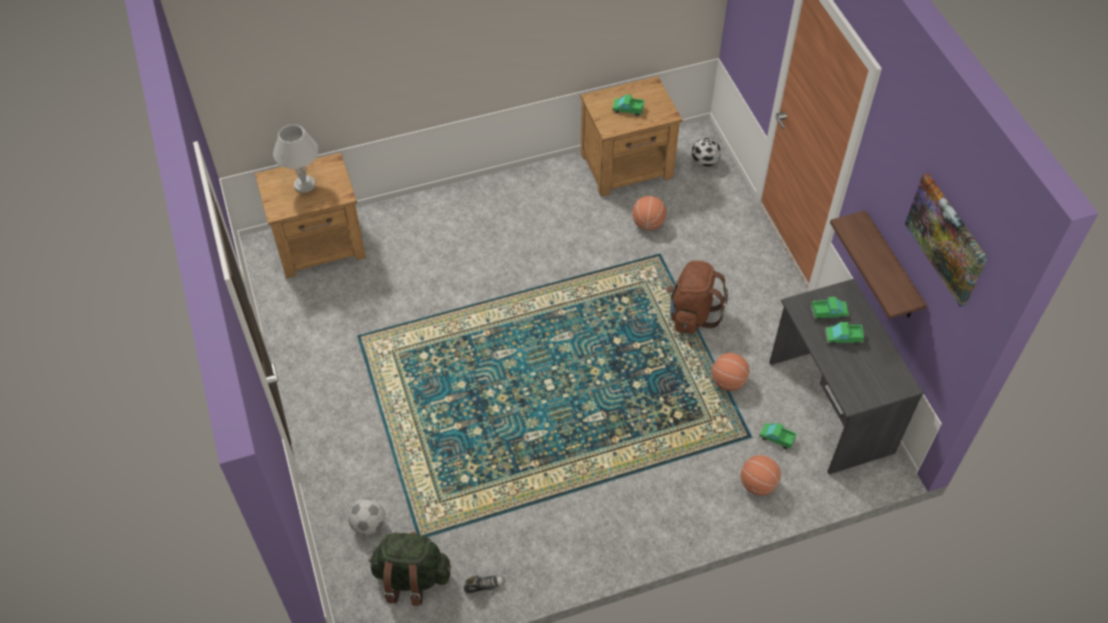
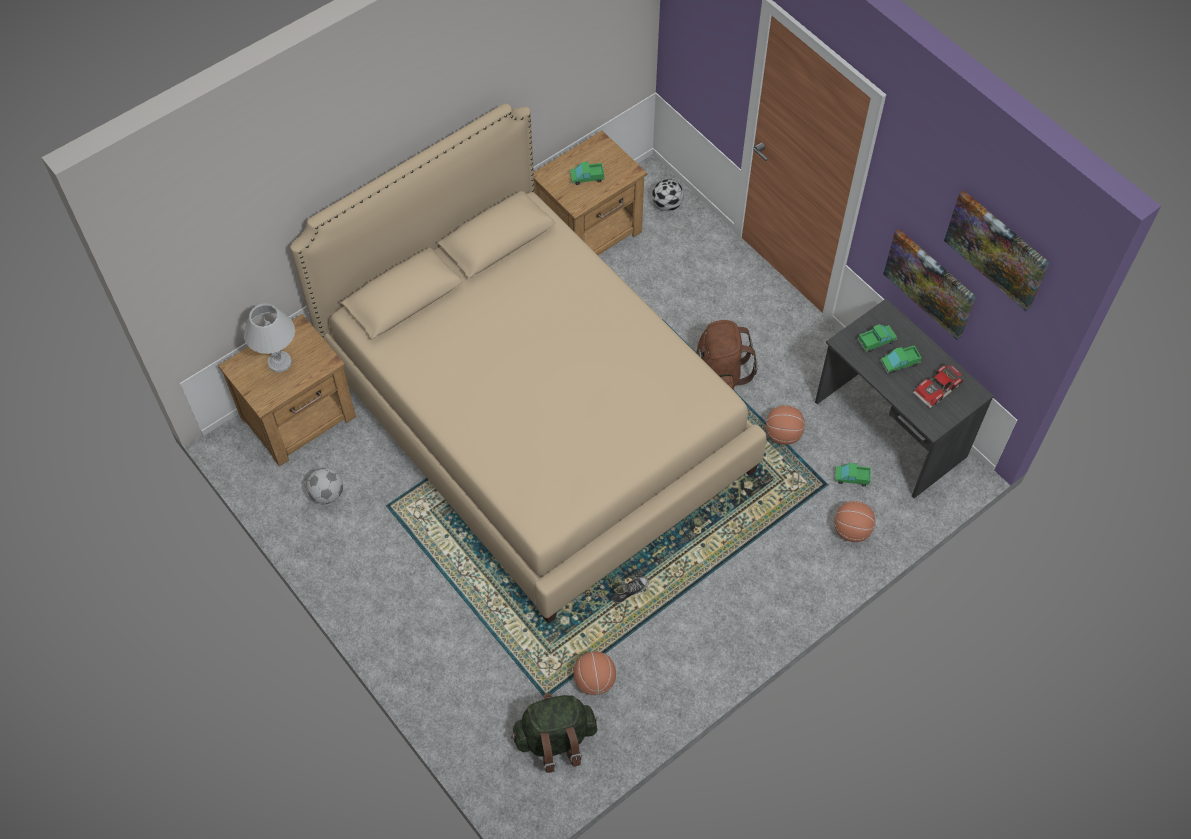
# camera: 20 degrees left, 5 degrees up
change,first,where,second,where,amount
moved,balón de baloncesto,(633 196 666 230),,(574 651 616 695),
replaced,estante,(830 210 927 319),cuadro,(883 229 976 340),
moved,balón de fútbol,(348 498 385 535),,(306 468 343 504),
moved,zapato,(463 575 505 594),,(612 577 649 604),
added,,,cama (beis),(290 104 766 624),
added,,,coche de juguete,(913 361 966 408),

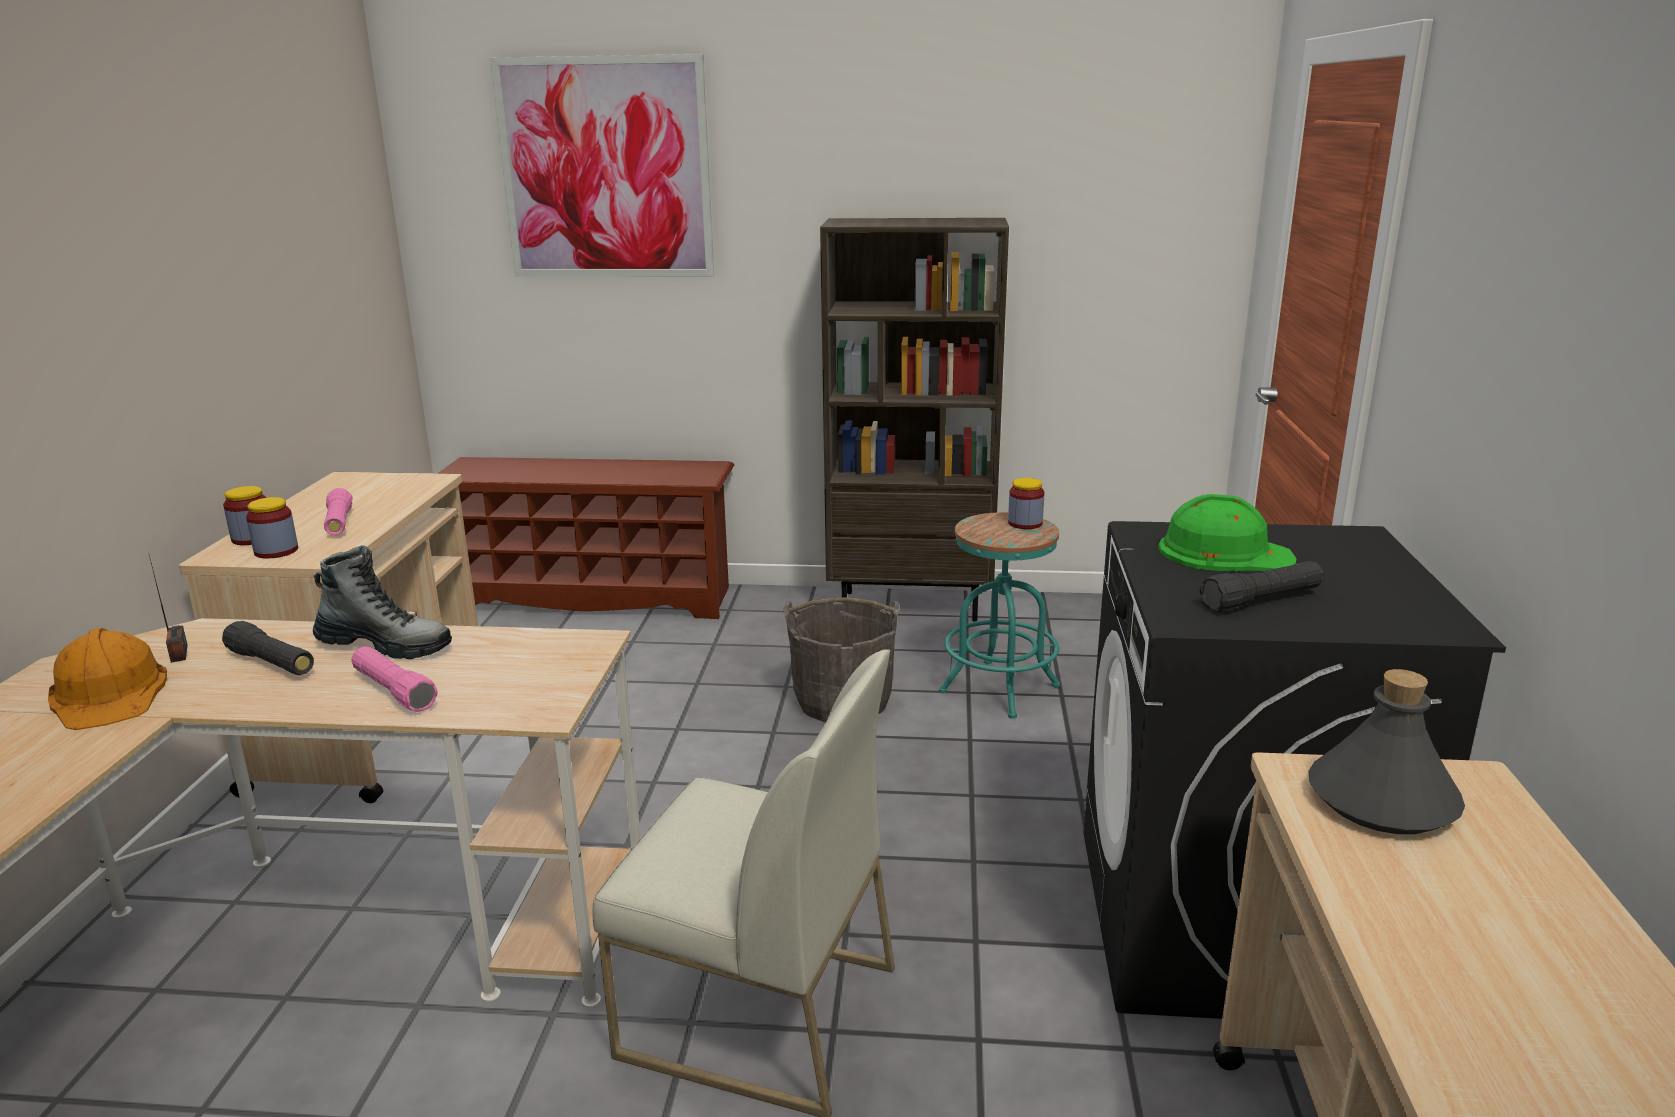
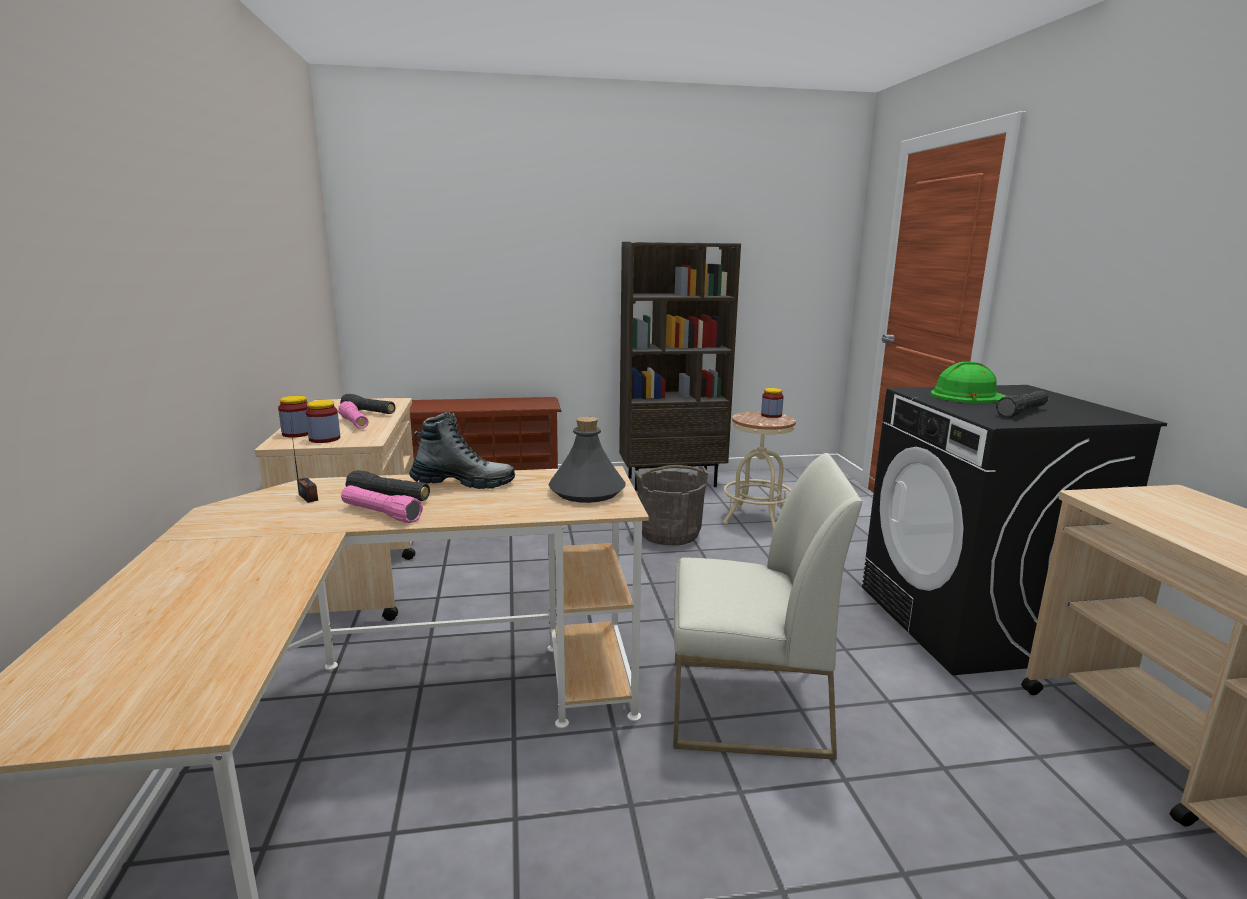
# camera: 15 degrees left, 5 degrees down
change,first,where,second,where,amount
removed,cuadro,(490 54 714 277),,,
recoloured,taburete (turquesa),(939 513 1060 719),taburete (beis),(723 411 796 533),
removed,casco (naranja),(48 628 167 730),,,
moved,linterna (rosa),(351 646 438 712),,(341 485 423 523),
moved,botella (gris),(1308 669 1465 834),,(548 417 626 503),
added,,,linterna (negro),(340 394 395 414),

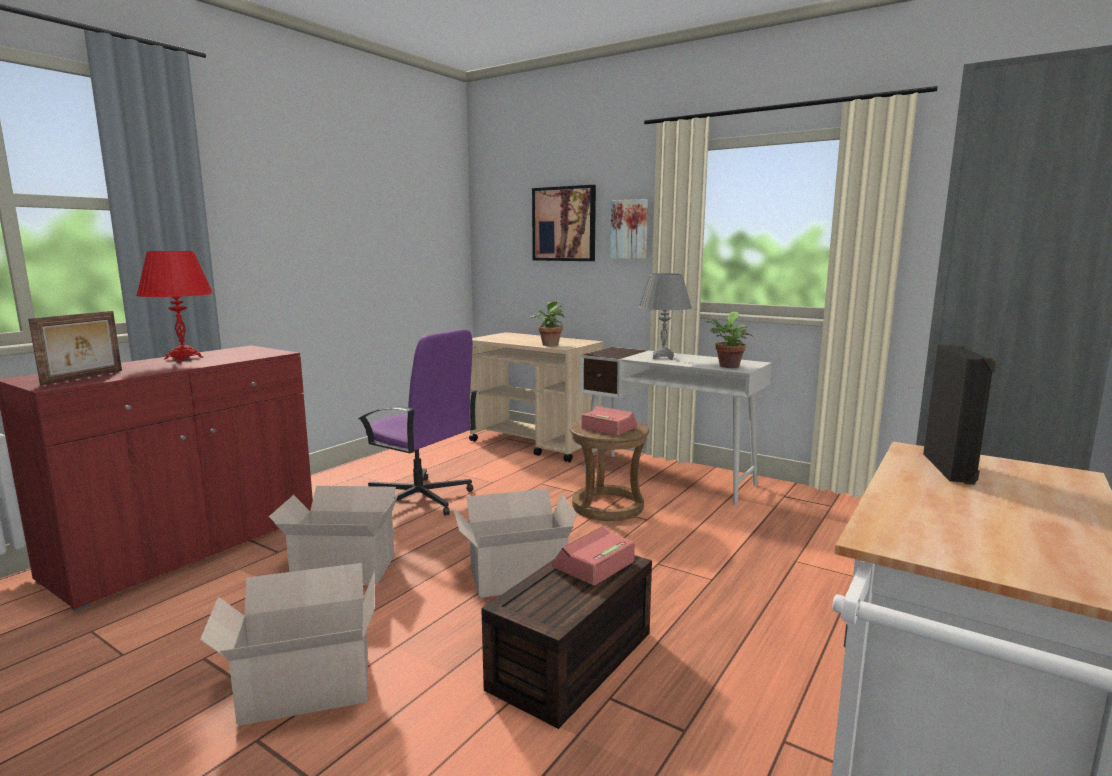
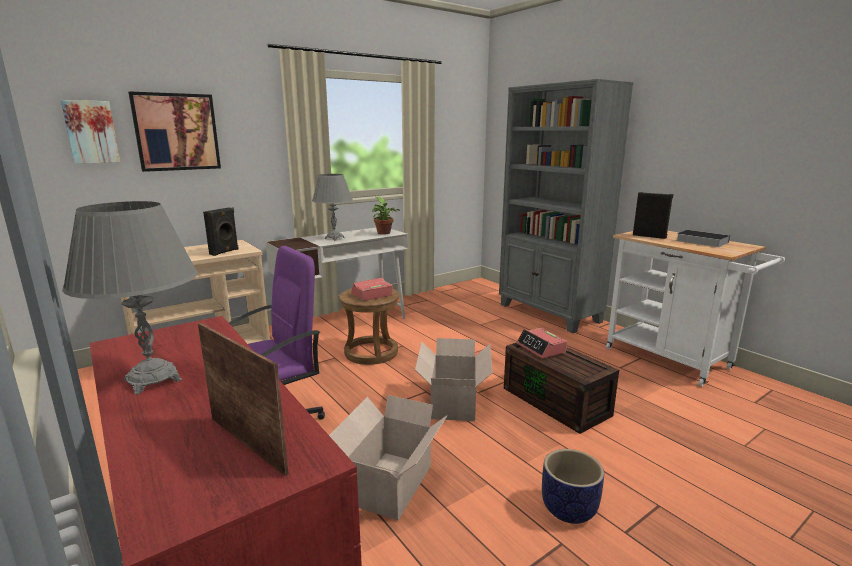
# camera: 70 degrees left, 5 degrees up
change,first,where,second,where,amount
moved,cuadro,(610 199 648 259),,(61 100 120 164),
recoloured,lámpara de mesa (rojo),(136 251 214 361),lámpara de mesa (gris),(62 201 198 395),
replaced,planta en maceta,(529 301 565 346),altavoz (negro),(203 207 239 256),
replaced,caja de cartón,(200 563 375 726),maceta,(542 449 604 524),
added,,,libro,(676 230 730 247),

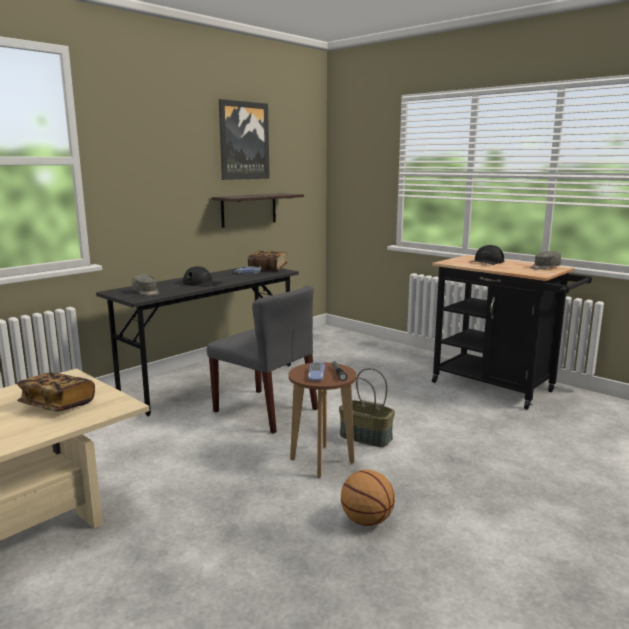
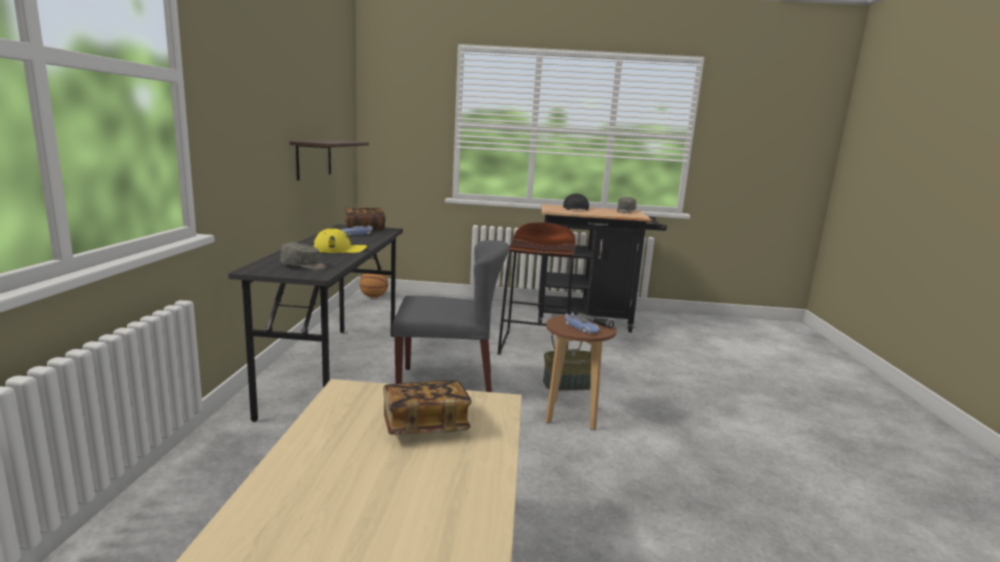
# camera: 40 degrees left, 0 degrees up
change,first,where,second,where,amount
removed,cuadro,(219 99 270 180),,,
recoloured,gorra (negro),(183 266 221 287),gorra (amarillo),(313 228 367 253),
moved,balón de baloncesto,(341 470 395 526),,(359 269 388 298),
added,,,taburete (marrón),(498 222 576 355),

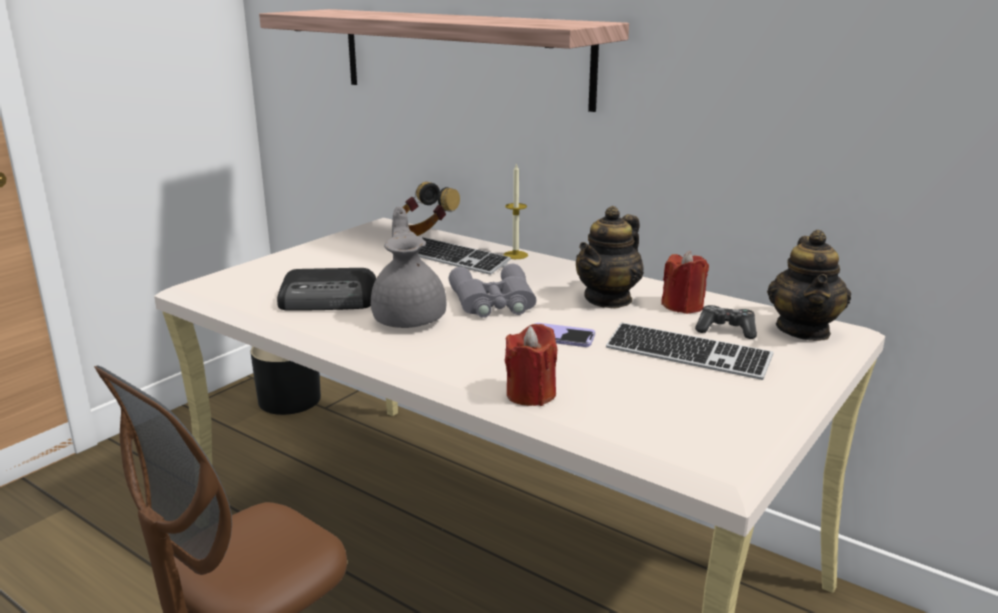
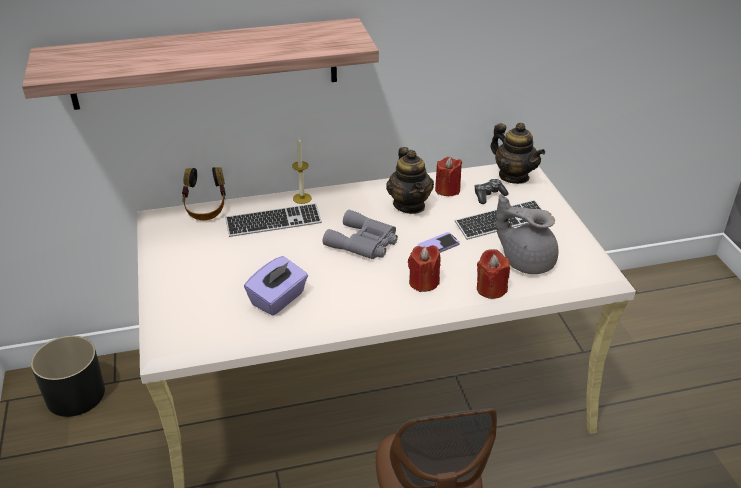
# camera: 50 degrees left, 15 degrees up
change,first,where,second,where,amount
moved,tetera (gris),(371 206 446 328),,(496 194 558 274),
replaced,radio,(277 268 376 311),caja de pañuelos (morado),(244 256 308 316),
added,,,vela (rojo),(408 245 441 292),

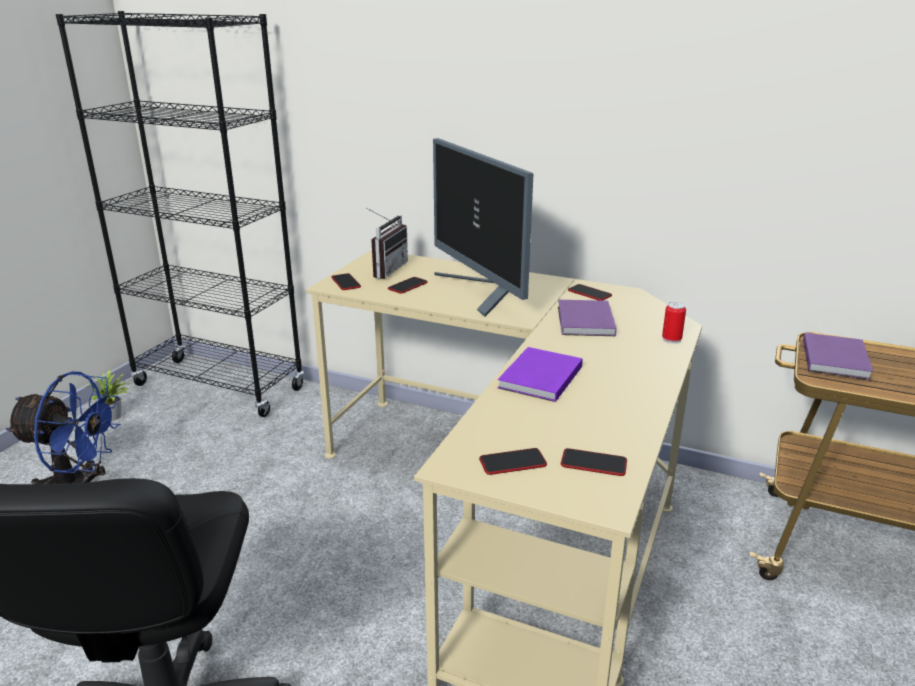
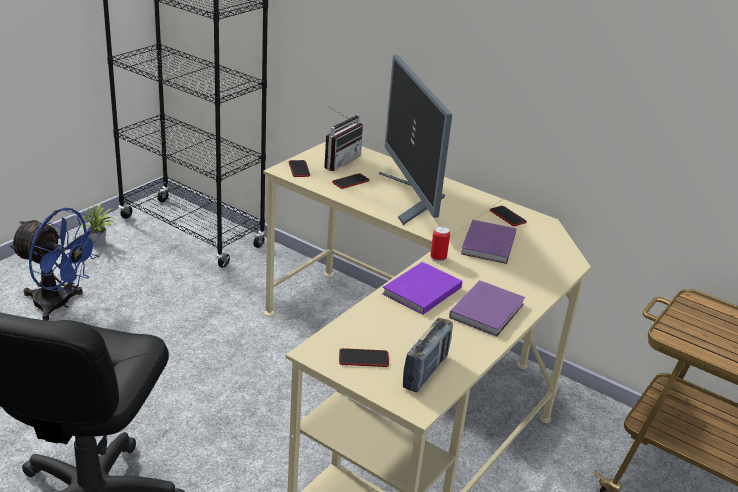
# camera: 10 degrees right, 5 degrees up
change,first,where,second,where,amount
moved,lata,(662 302 686 344),,(430 226 450 262),
moved,libro (morado),(803 333 873 380),,(449 280 525 337),
replaced,móvil,(561 448 627 476),radio,(403 318 453 393),

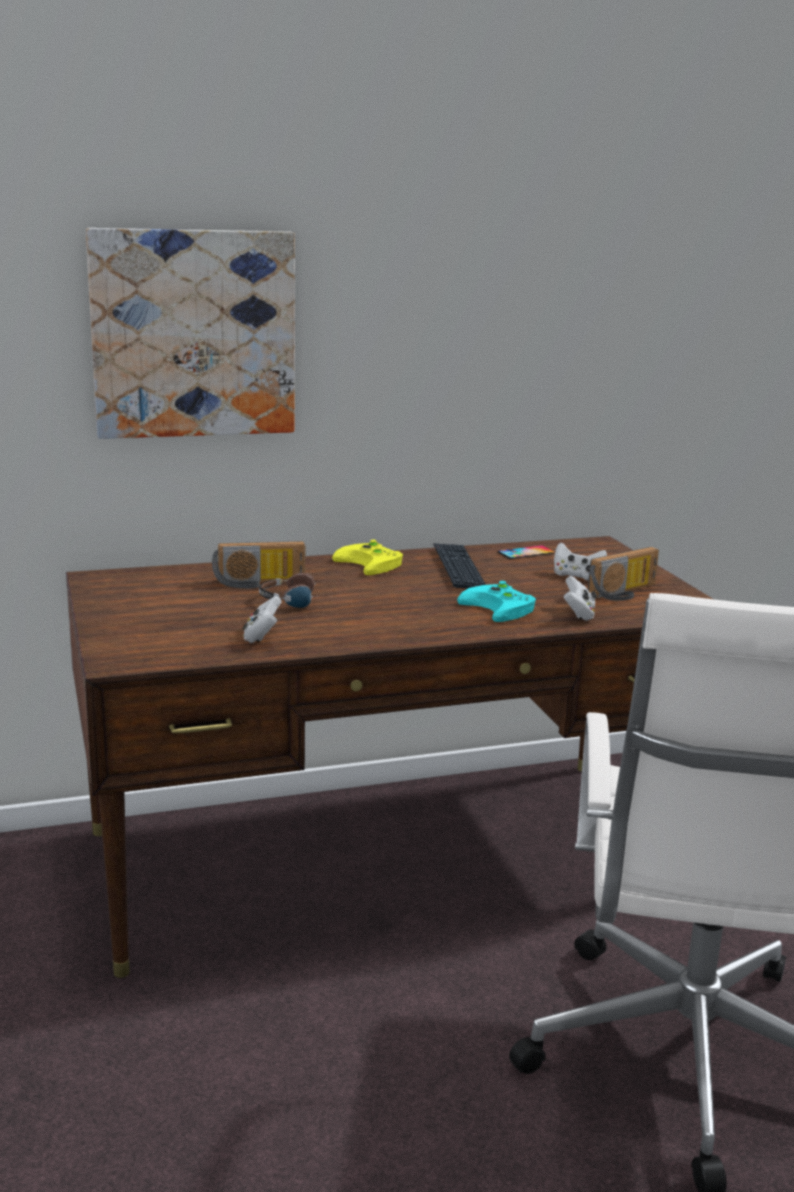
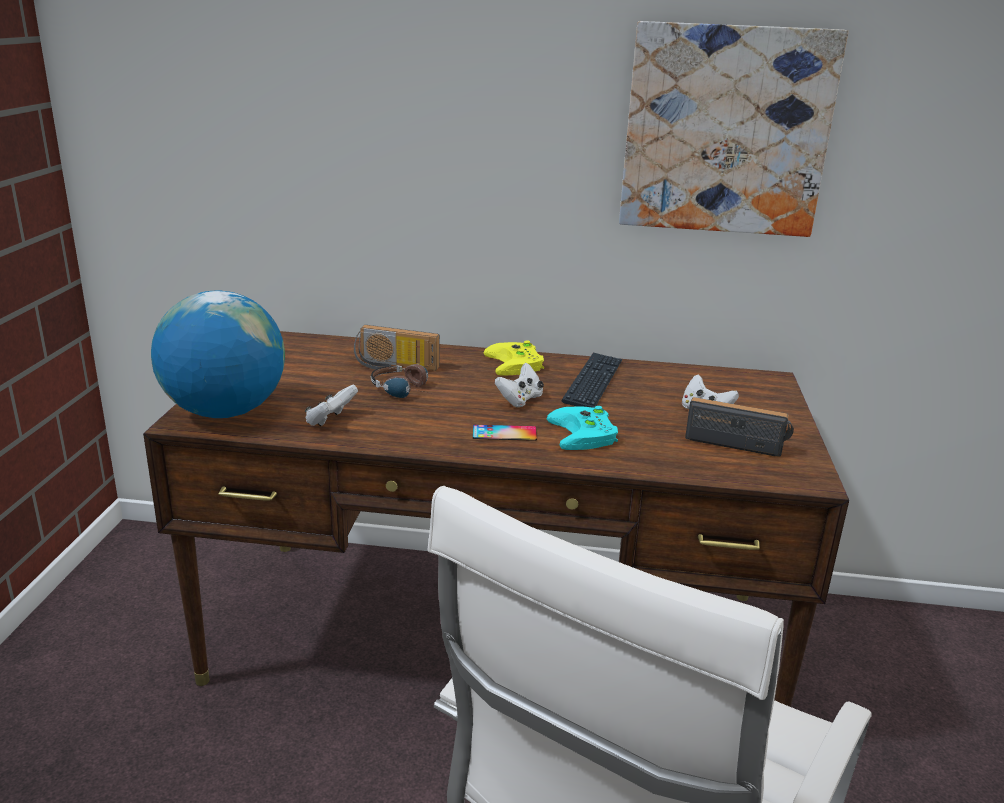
# camera: 25 degrees right, 5 degrees up
change,first,where,second,where,amount
moved,cuadro,(86 228 295 439),,(619 21 848 237),
moved,móvil,(498 545 555 559),,(473 425 537 441),
turned,radio,(588 547 659 601),,(685 397 794 457),150 degrees counterclockwise
moved,mando de consola (blanco),(563 576 597 621),,(495 363 544 408),
added,,,globo terráqueo,(151 290 285 418),

